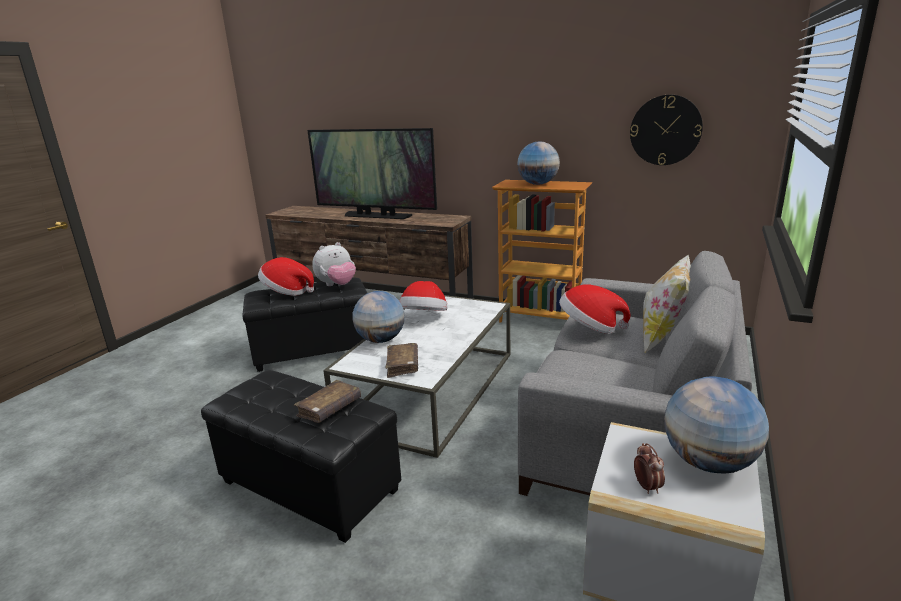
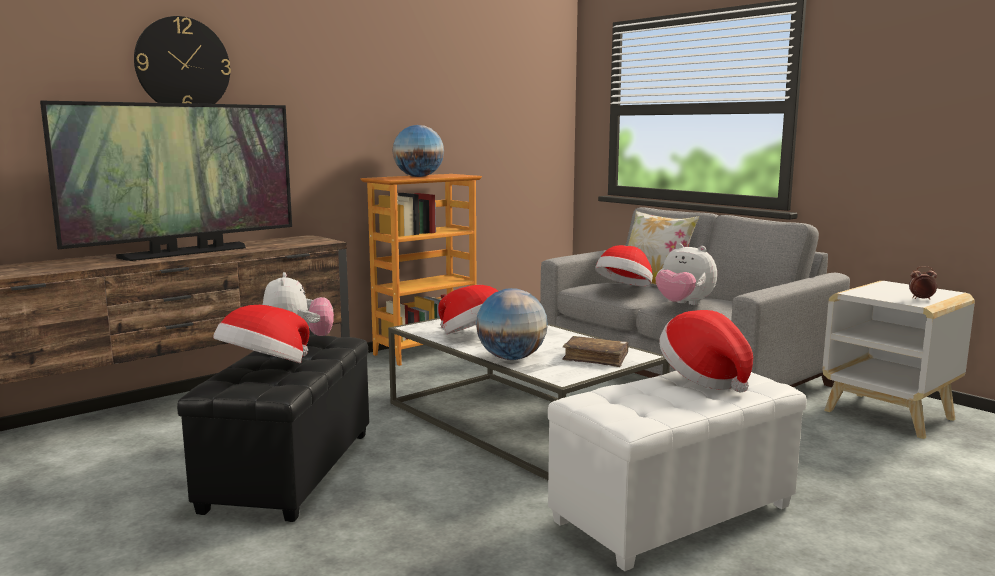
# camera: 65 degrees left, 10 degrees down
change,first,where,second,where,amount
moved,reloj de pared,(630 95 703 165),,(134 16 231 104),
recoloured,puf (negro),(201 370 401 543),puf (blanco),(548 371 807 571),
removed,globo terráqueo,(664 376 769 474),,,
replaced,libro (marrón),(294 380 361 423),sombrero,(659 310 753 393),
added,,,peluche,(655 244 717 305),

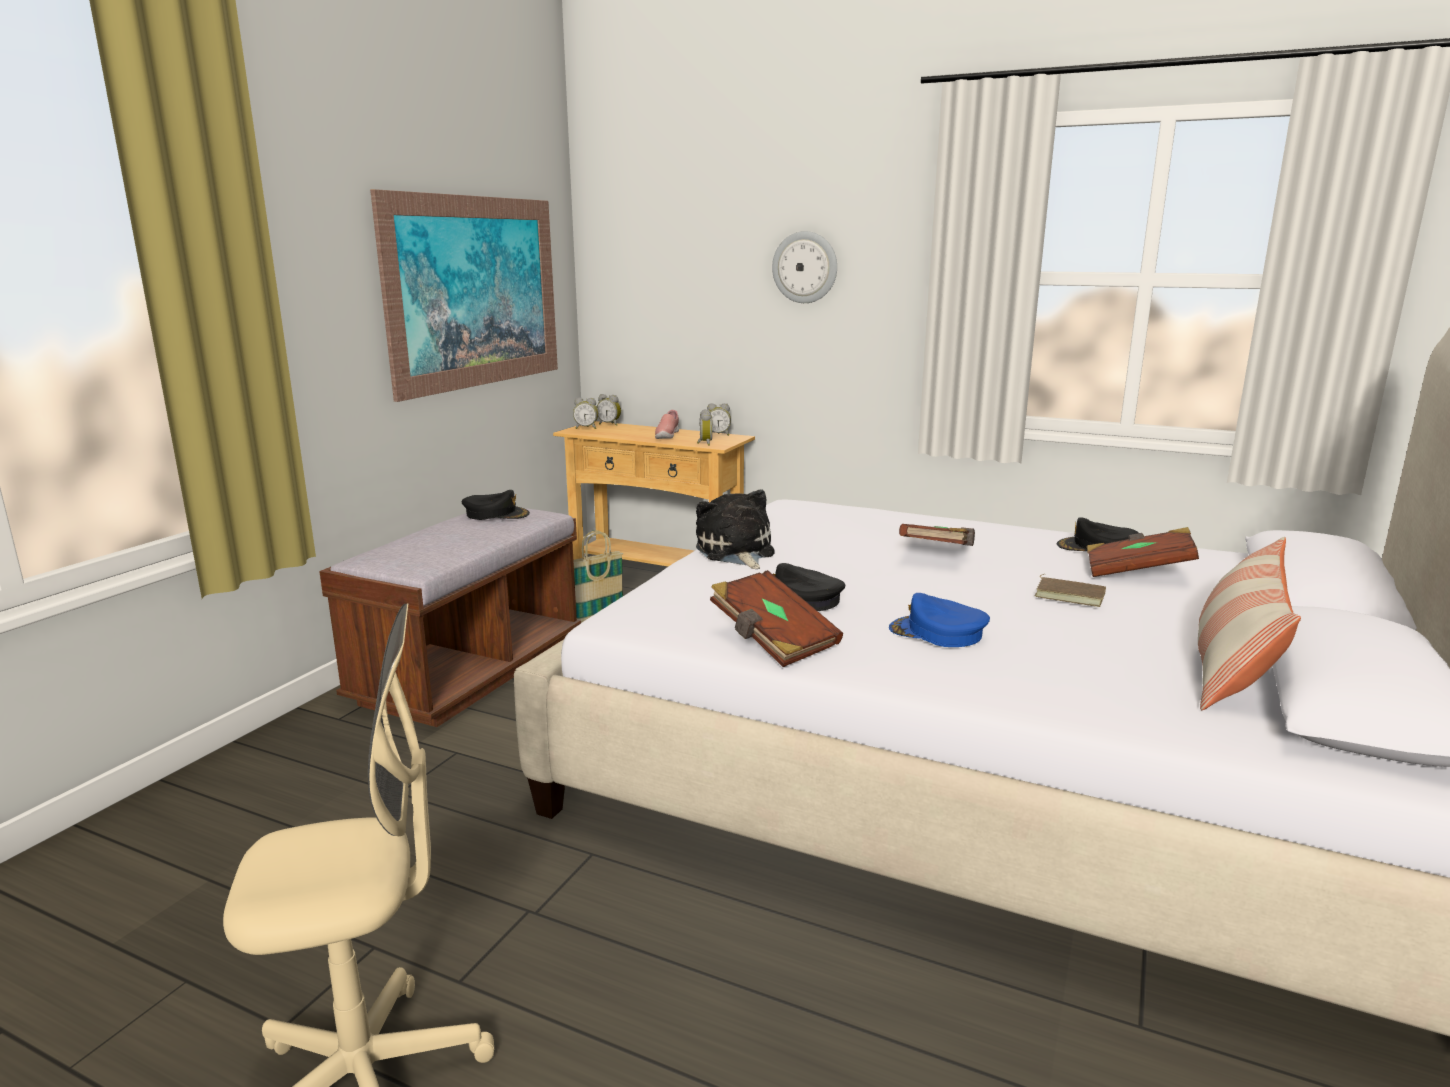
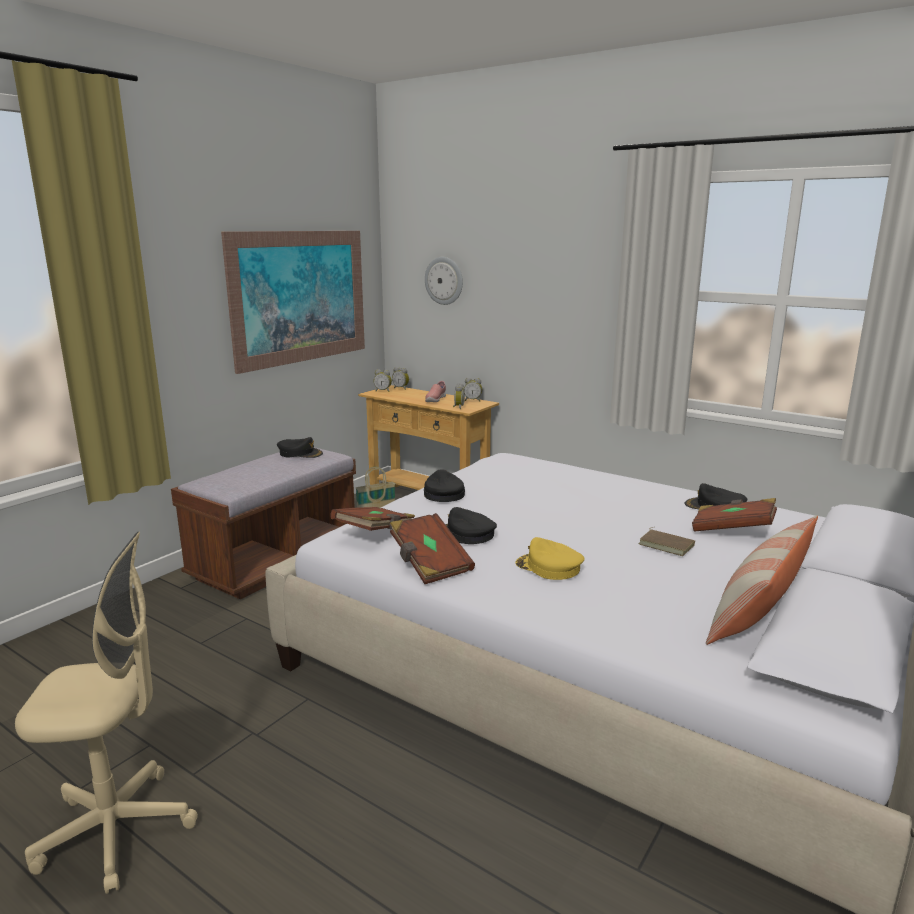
# camera: 10 degrees right, 0 degrees up
change,first,where,second,where,amount
moved,reloj de pared,(772 231 837 303),,(425 257 463 305),
replaced,peluche,(696 490 775 569),gorra (negro),(424 469 465 502),
moved,libro (marrón),(899 524 975 546),,(331 507 415 531),
recoloured,gorra (azul),(889 593 990 647),gorra (amarillo),(515 537 585 580),

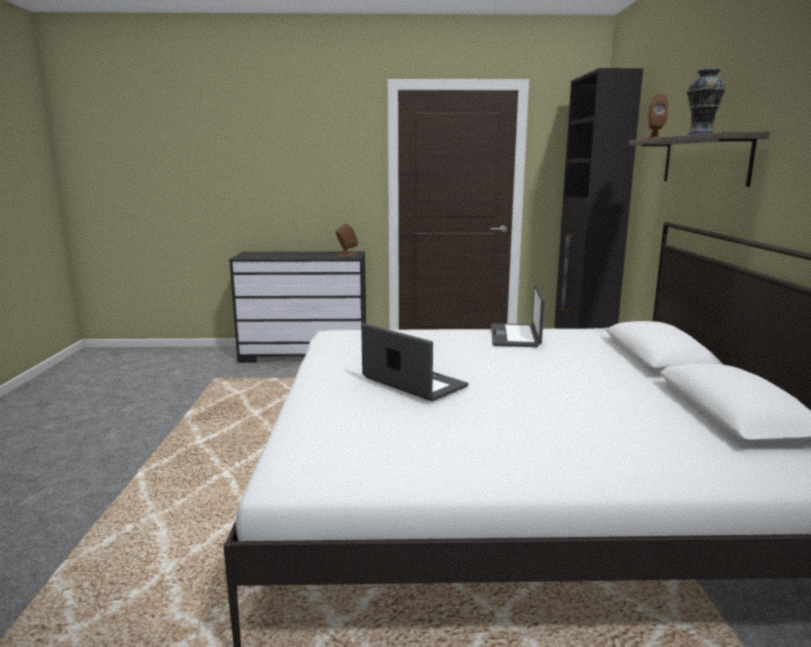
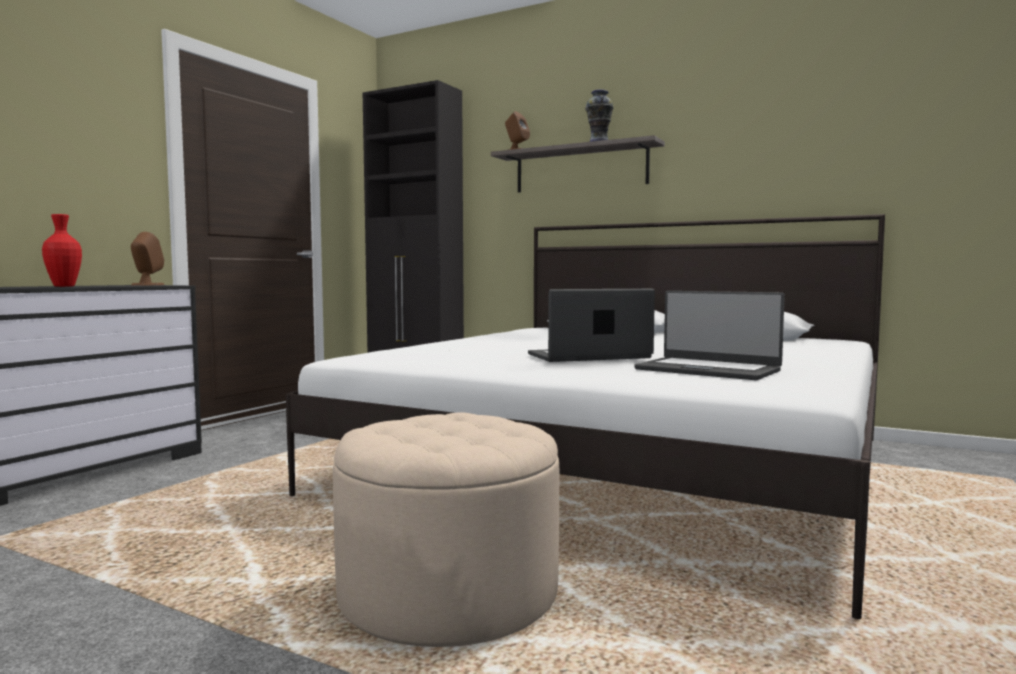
# camera: 60 degrees left, 10 degrees down
change,first,where,second,where,amount
moved,portátil,(491 285 545 347),,(635 291 785 380),
added,,,florero (rojo),(42 214 82 287),
added,,,puf (beis),(333 412 559 647),

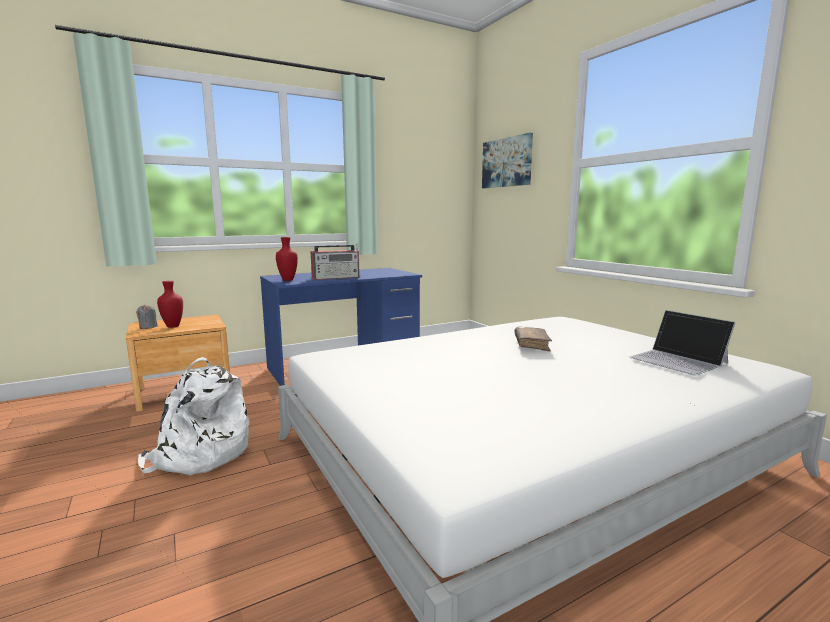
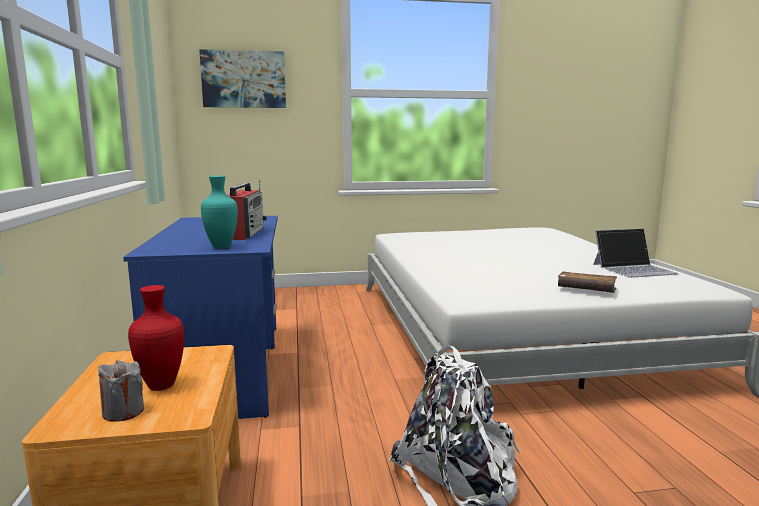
# camera: 70 degrees left, 0 degrees up
change,first,where,second,where,amount
recoloured,florero (rojo),(276 237 298 281),florero (turquesa),(201 176 238 249),
moved,portátil,(629 310 736 376),,(593 228 679 278),
moved,libro (marrón),(515 327 552 352),,(558 271 617 293),

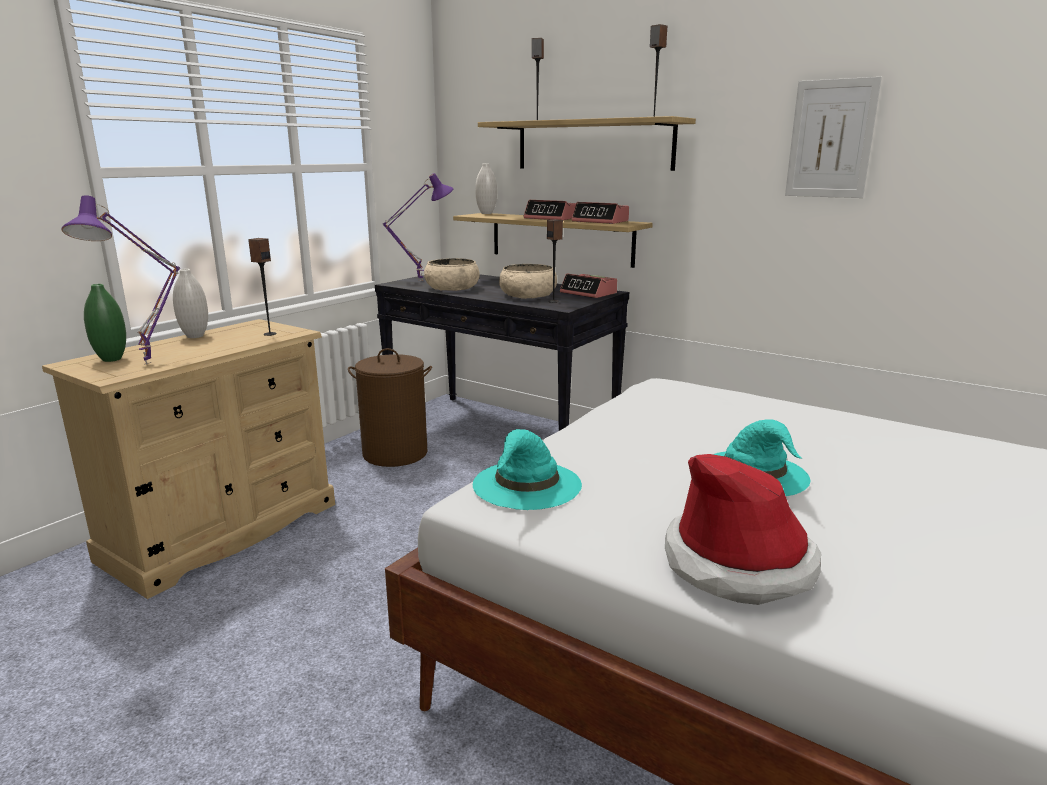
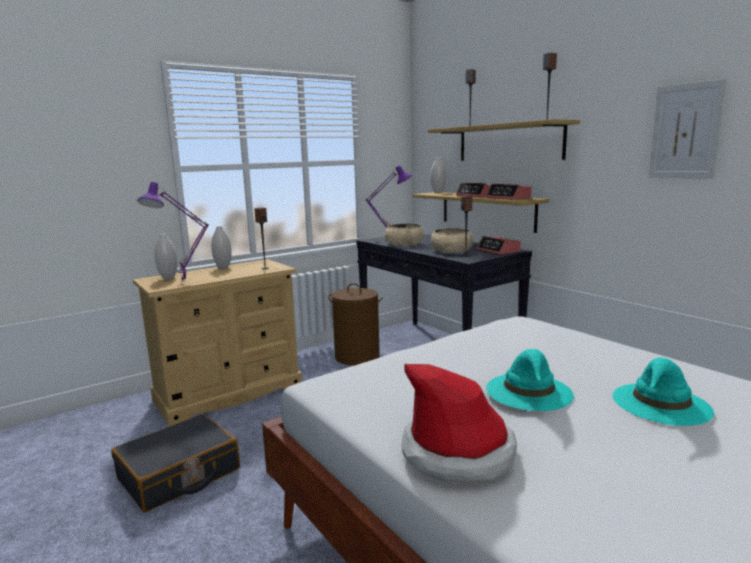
# camera: 20 degrees right, 5 degrees down
change,first,where,second,where,amount
recoloured,florero (verde),(84 284 126 362),florero (blanco),(154 233 177 279),
moved,sombrero (turquesa),(473 429 582 510),,(613 358 714 426),
added,,,maleta (negro),(111 414 240 512),

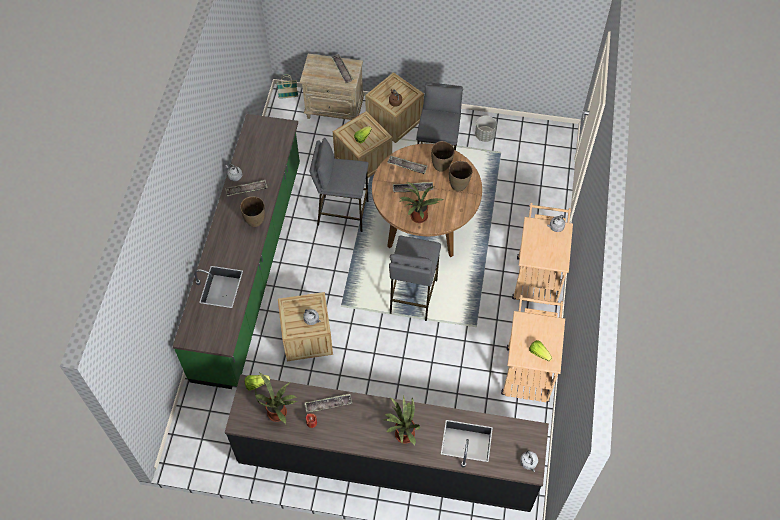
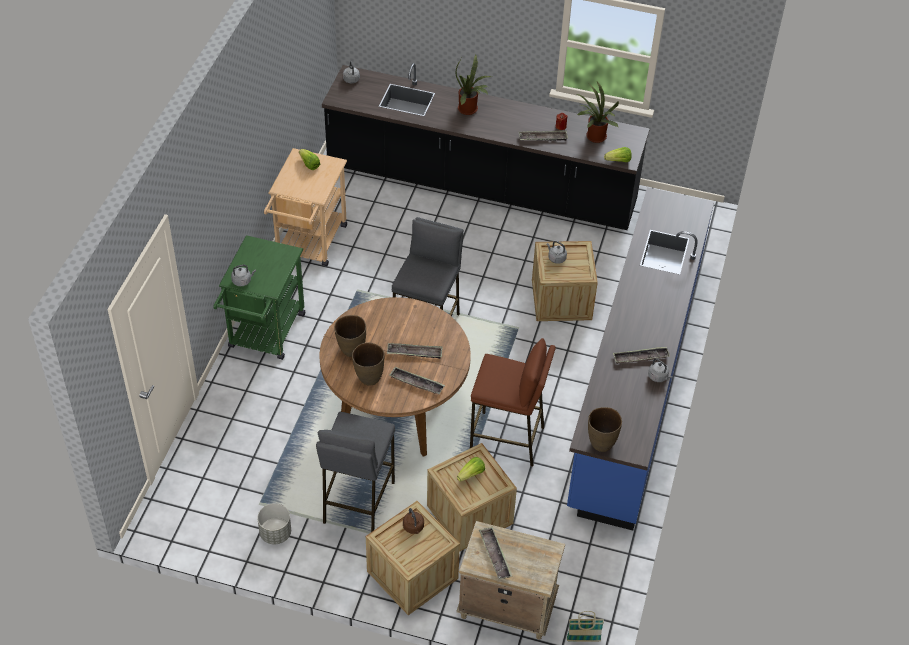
# camera: 175 degrees left, 10 degrees down
change,first,where,second,where,amount
recoloured,mueble bajo de cocina (verde),(173 114 300 389),mueble bajo de cocina (azul),(567 187 714 530),
recoloured,taburete (gris),(309 138 368 232),taburete (marrón),(470 338 556 466),
removed,planta en maceta,(400 182 444 223),,,
moved,florero (marrón),(240 196 265 227),,(588 407 622 452),
recoloured,carrito (beis),(512 203 573 306),carrito (verde),(213 235 305 360),

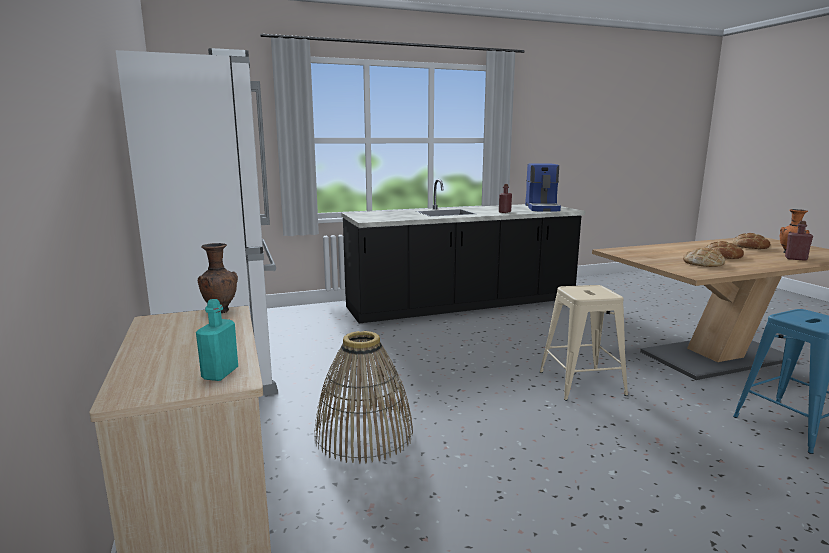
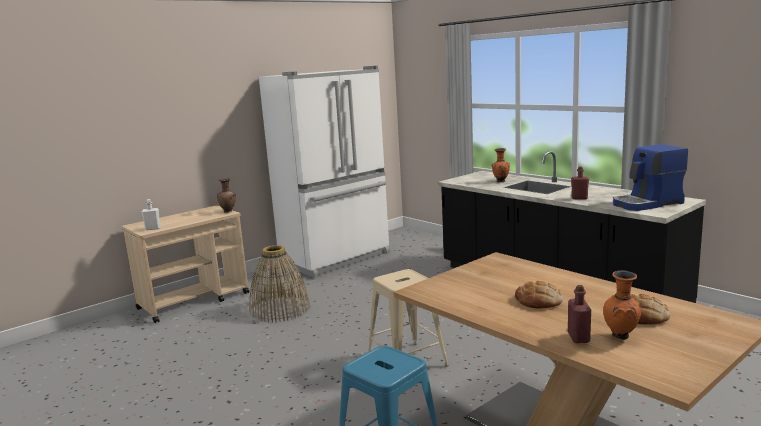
# camera: 70 degrees right, 0 degrees up
change,first,where,second,where,amount
removed,pan,(683 248 725 267),,,
recoloured,botella (turquesa),(196 299 238 381),botella (blanco),(141 199 161 230),
added,,,florero (naranja),(492 148 510 182),

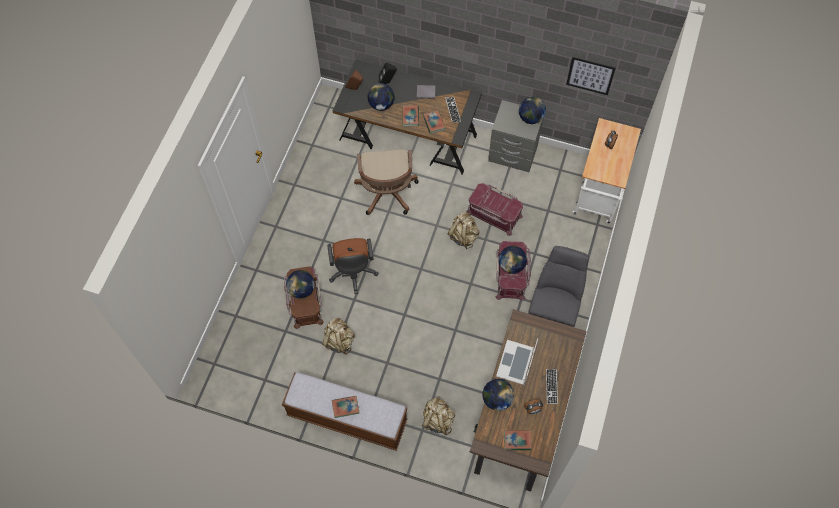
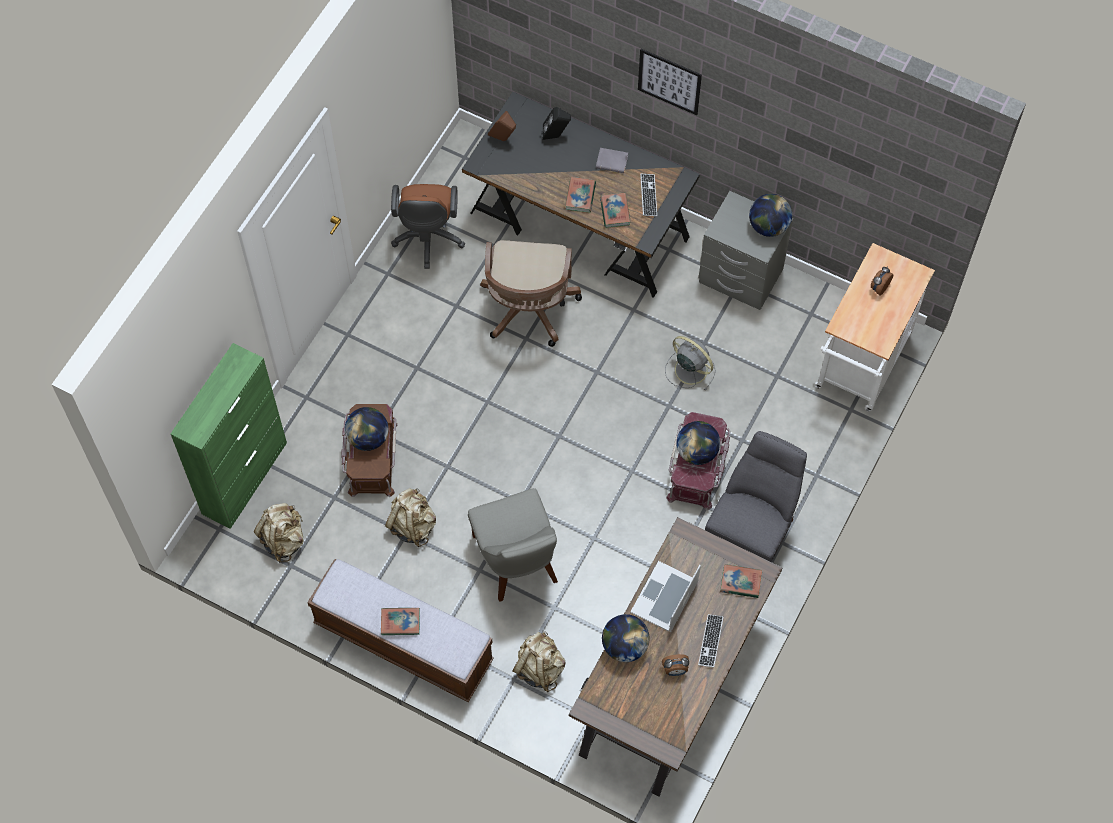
# camera: 10 degrees right, 0 degrees up
change,first,where,second,where,amount
moved,cuadro,(566 57 616 95),,(638 49 702 115),
removed,globo terráqueo,(367 83 394 111),,,
replaced,caja de almacenaje (rojo),(466 183 523 236),ventilador (gris),(665 336 716 390),
moved,mochila (beis),(448 212 479 249),,(254 503 303 563),
moved,silla de oficina (marrón),(327 238 378 294),,(391 184 465 269),
moved,libro,(504 430 532 450),,(720 564 762 598),
added,,,armario (verde),(171 343 287 529),
added,,,silla (gris),(468 488 558 602),

